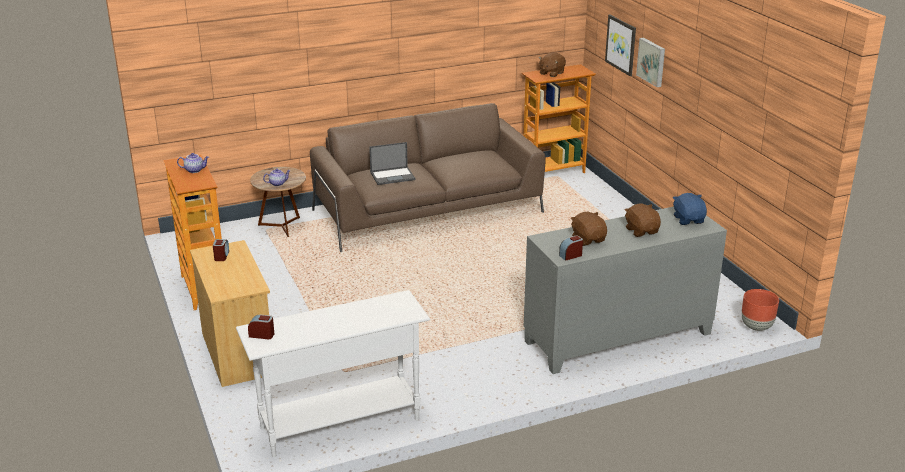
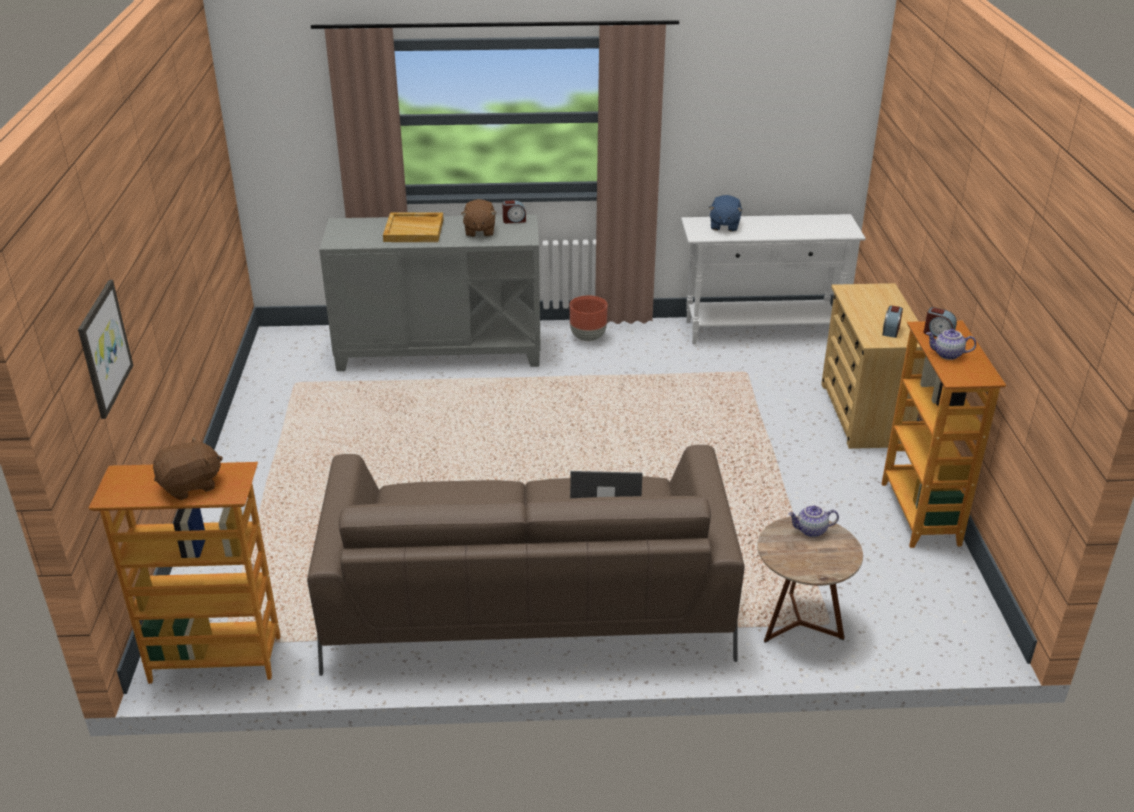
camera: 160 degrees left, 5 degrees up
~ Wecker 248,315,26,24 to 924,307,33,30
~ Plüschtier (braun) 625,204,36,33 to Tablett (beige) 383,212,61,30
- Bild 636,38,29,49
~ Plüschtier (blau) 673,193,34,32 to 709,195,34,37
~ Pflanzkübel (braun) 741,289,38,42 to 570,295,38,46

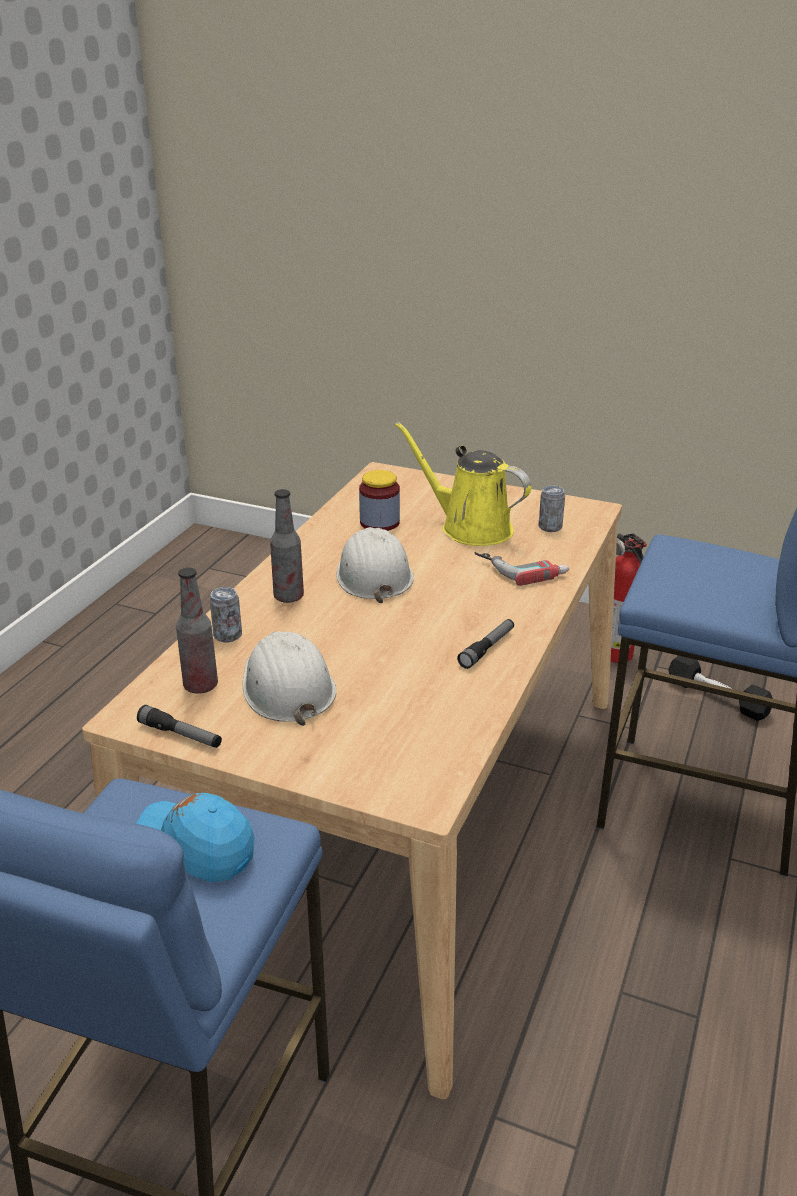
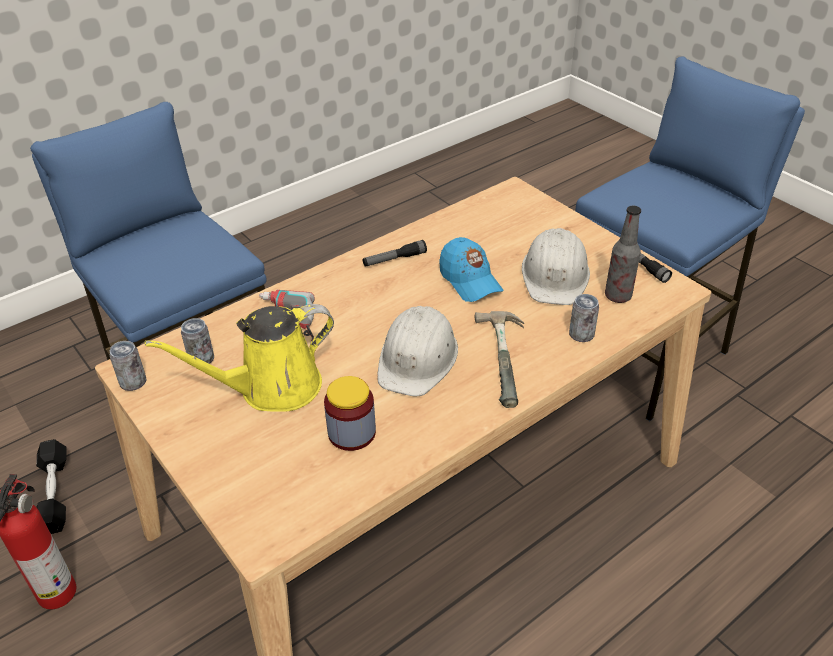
camera: 150 degrees left, 10 degrees up
~ Kappe (blau) 136,793,119,89 to 439,237,64,65
~ Flasche 270,489,34,114 to Hammer 475,311,49,97
~ Gießkanne (gelb) 395,422,136,124 = 145,304,189,108 90 degrees clockwise
+ Dose 110,341,37,50

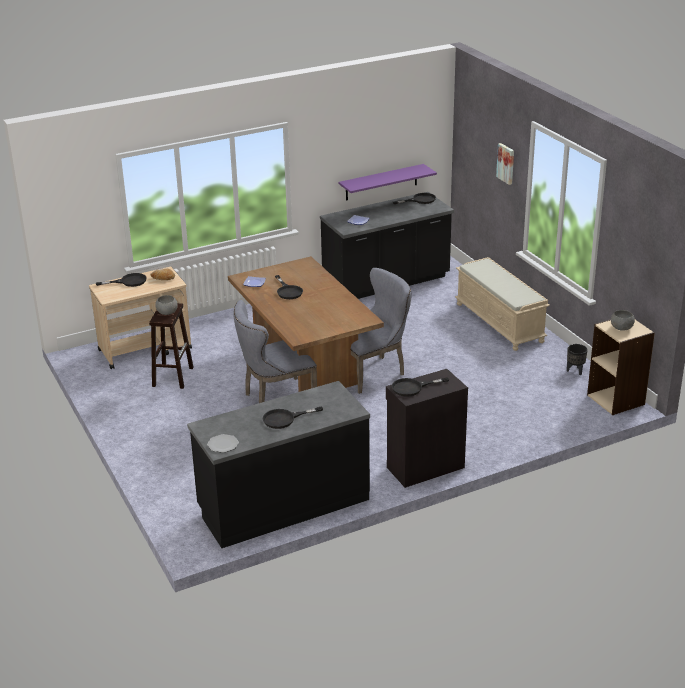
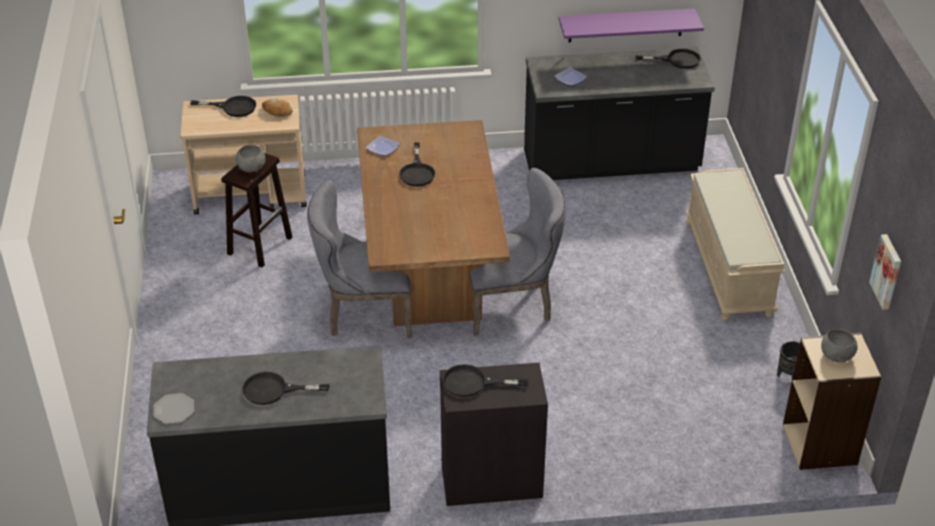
camera: 20 degrees right, 10 degrees up
~ Bild 496,143,18,42 to 869,234,32,76

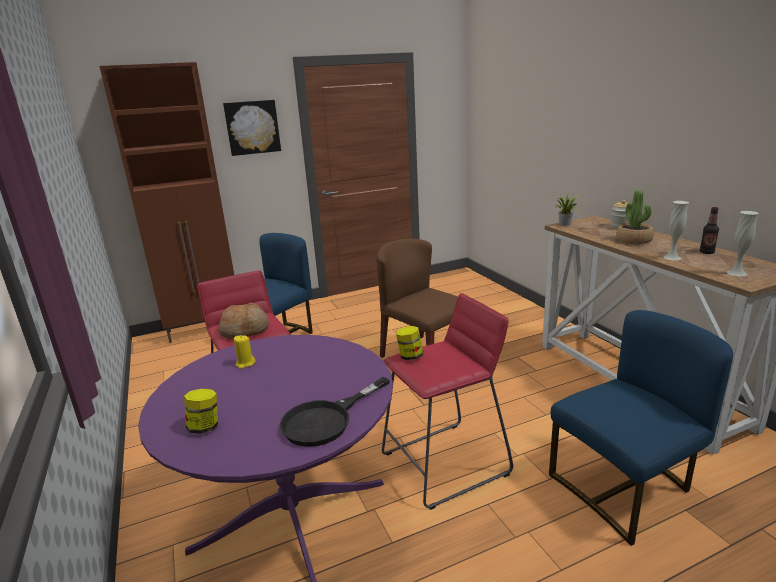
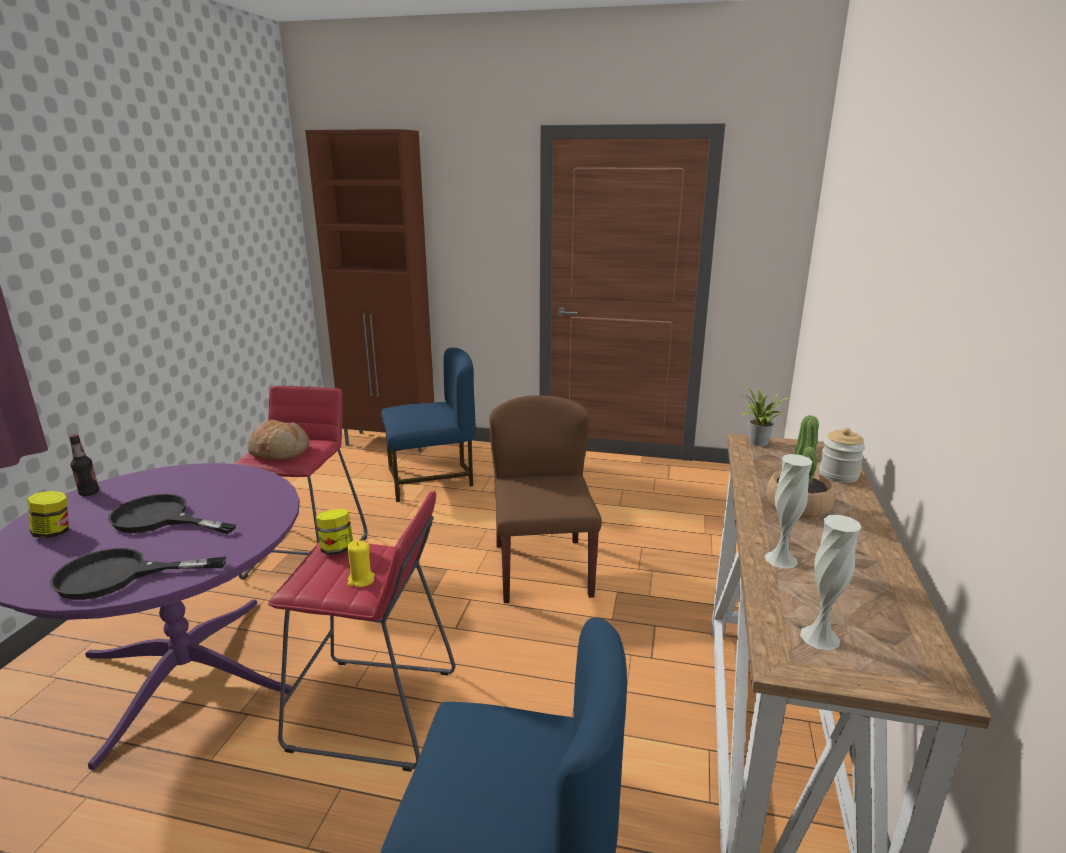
camera: 35 degrees right, 0 degrees up
- Bild 223,100,58,56
~ Kerze (gelb) 234,335,22,34 to 347,541,28,46
~ Flasche 700,207,19,47 to 69,434,30,62
+ Pfanne (schwarz) 108,494,128,40

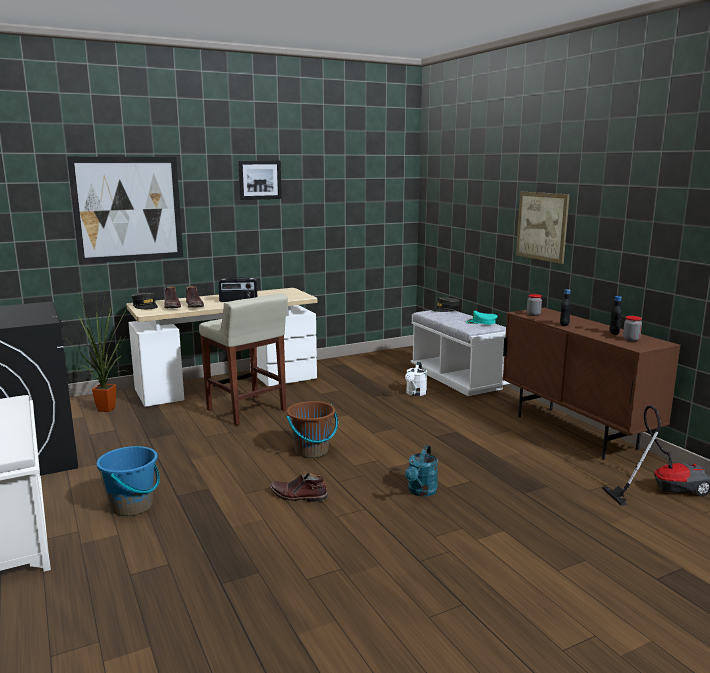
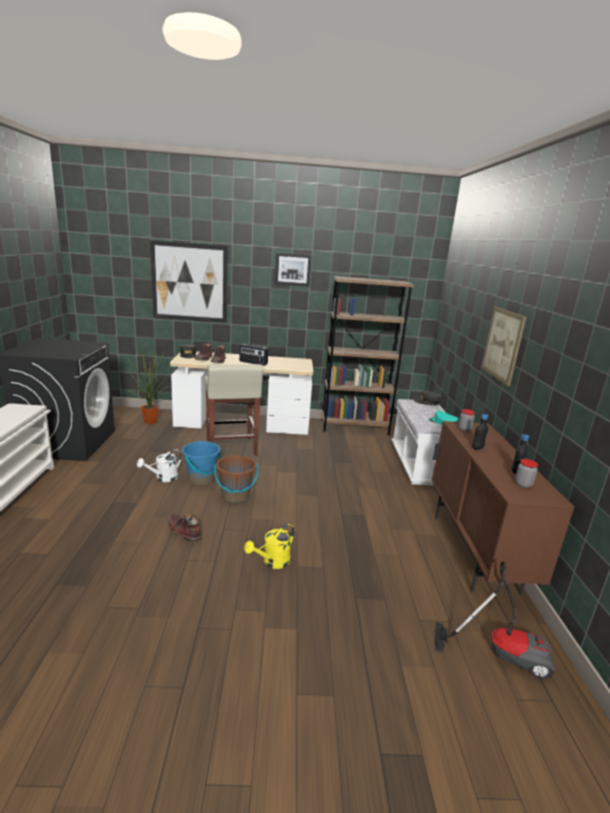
camera: 25 degrees right, 5 degrees up
~ Eimer (blau) 96,446,64,70 to 182,441,39,45
~ Gießkanne (weiß) 405,362,22,34 to 137,449,45,33
~ Gießkanne (türkis) 405,445,33,52 to Gießkanne (gelb) 244,524,51,45
+ Bücherregal (braun) 321,276,93,159

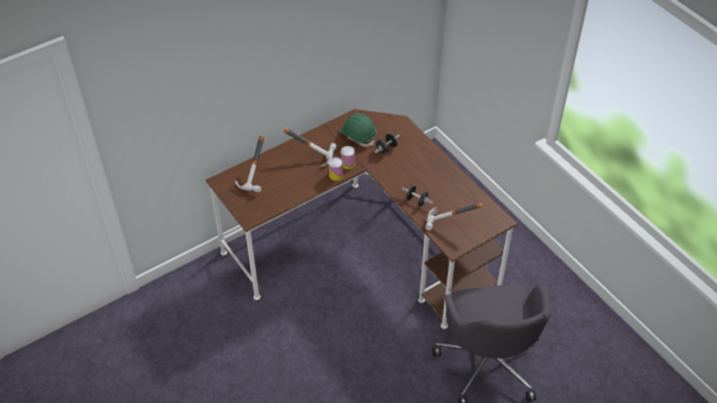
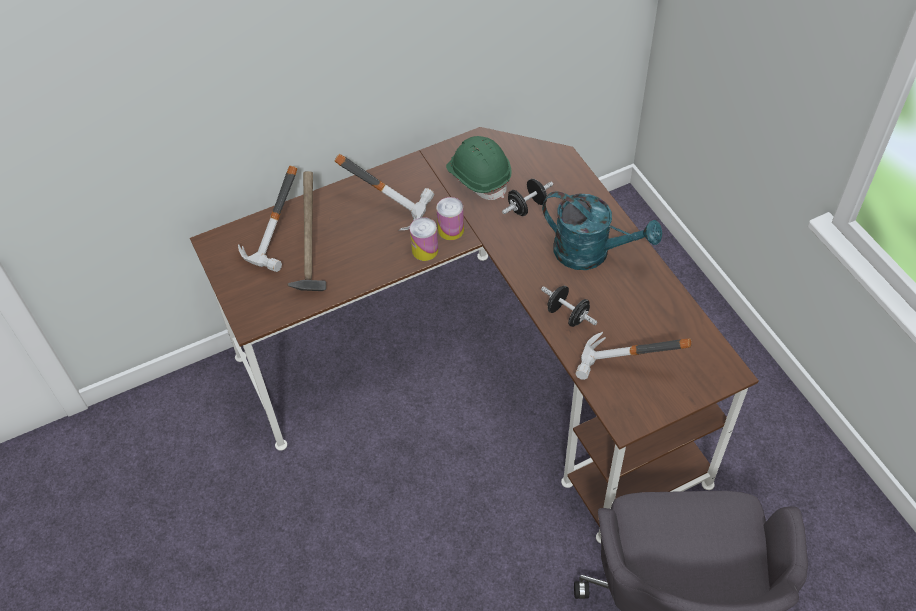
camera: 10 degrees right, 5 degrees up
+ Hammer 288,171,38,120
+ Gießkanne (türkis) 542,191,120,79

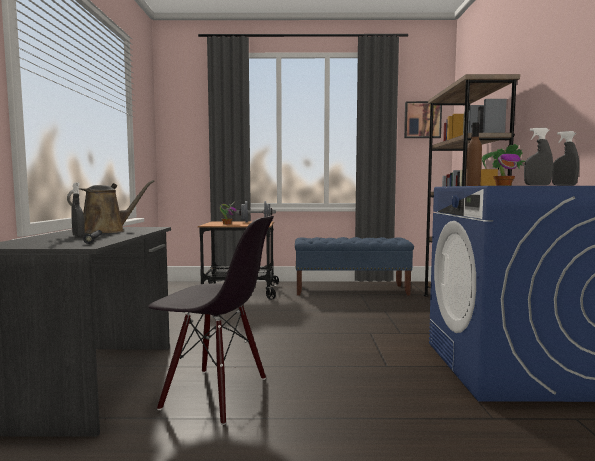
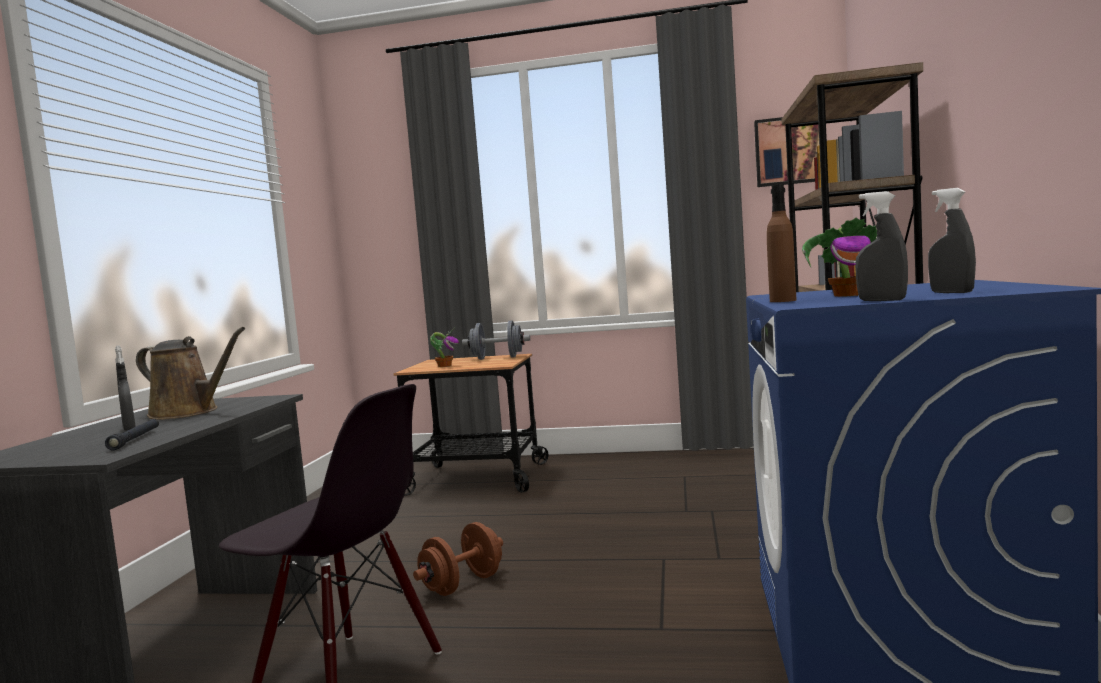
camera: 10 degrees right, 0 degrees up
~ Gießkanne (braun) 67,180,88,53 = 136,327,109,93 60 degrees clockwise
- Bank (blau) 295,237,119,59
+ Hantel (braun) 413,522,90,74

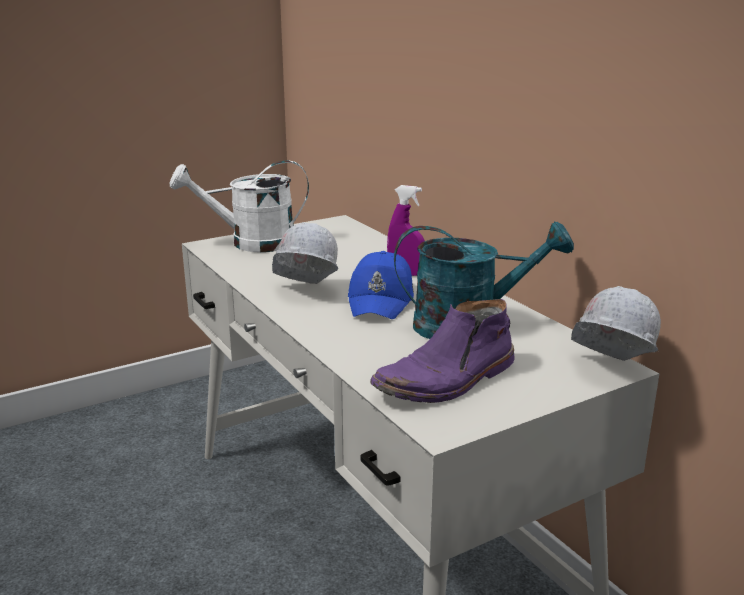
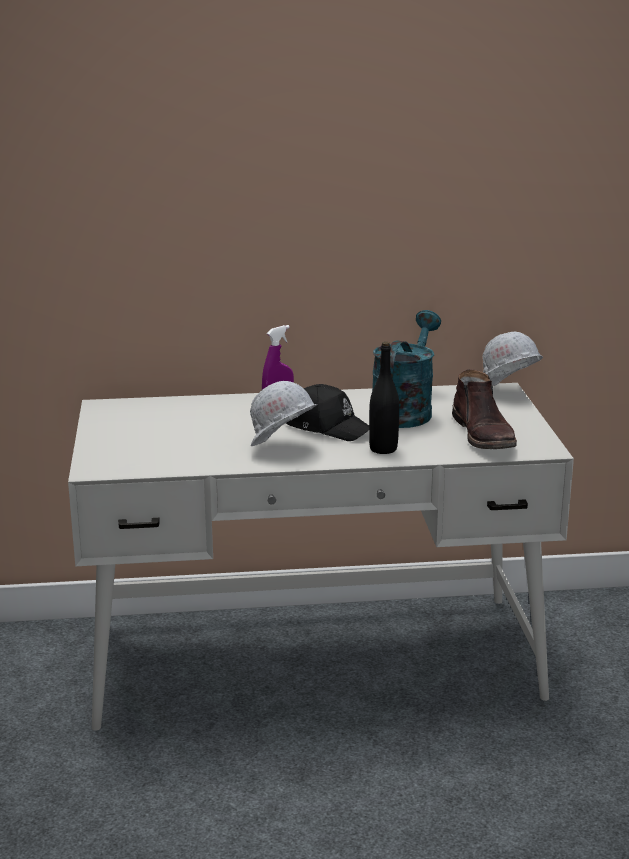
camera: 65 degrees left, 0 degrees up
- Gießkanne (weiß) 170,160,139,92
~ Kappe (blau) 348,251,66,68 to Kappe (schwarz) 286,384,83,57
~ Stiefel (lila) 370,299,145,104 to Stiefel (braun) 452,369,65,80
+ Flasche (schwarz) 369,342,30,112

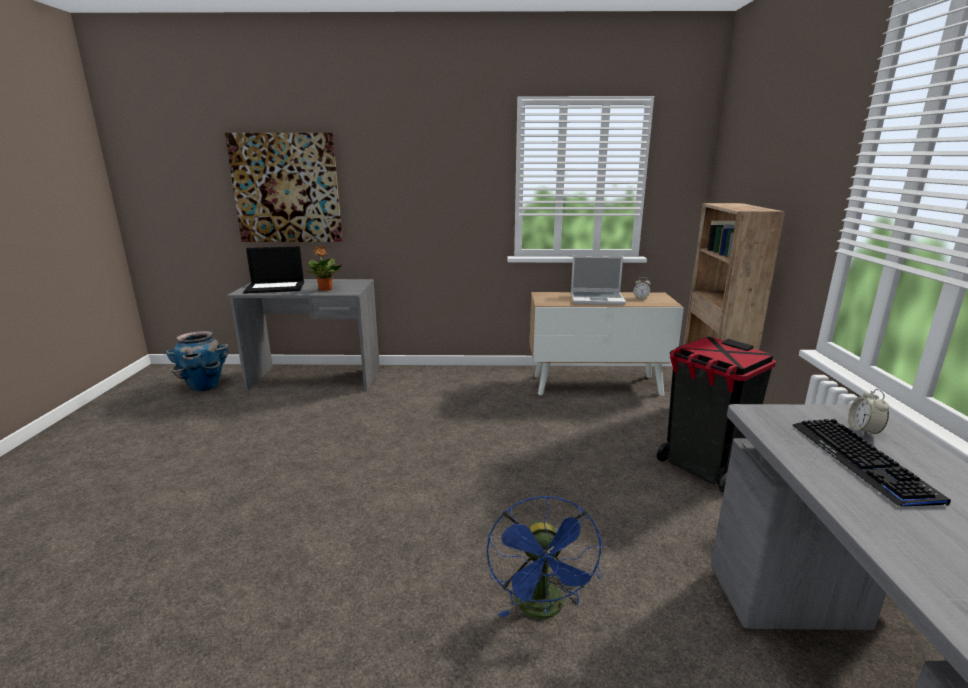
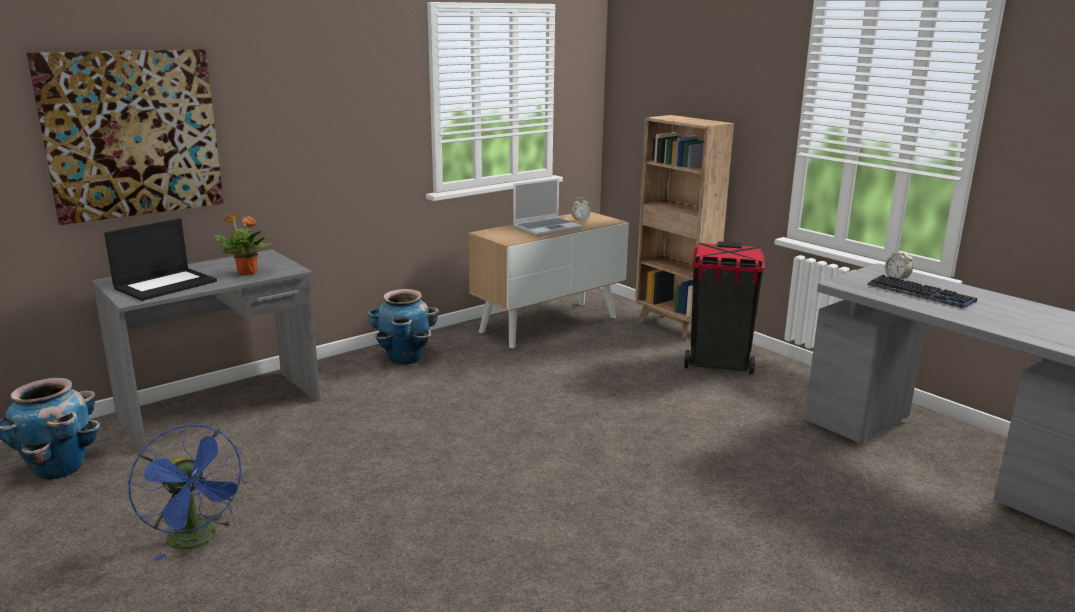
camera: 40 degrees left, 0 degrees up
~ Ventilator (blau) 486,496,117,123 to 128,424,119,137
+ Pflanzkübel 368,289,71,75

